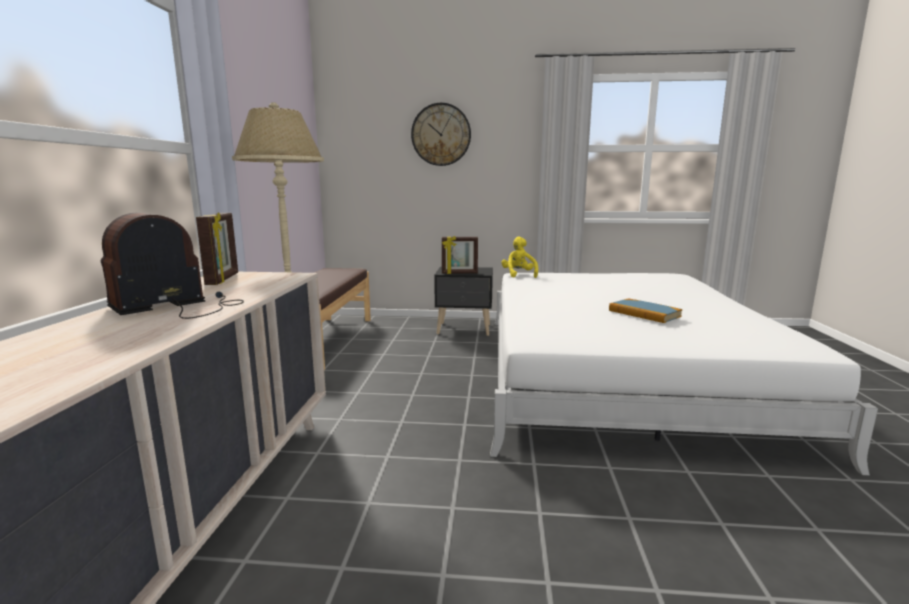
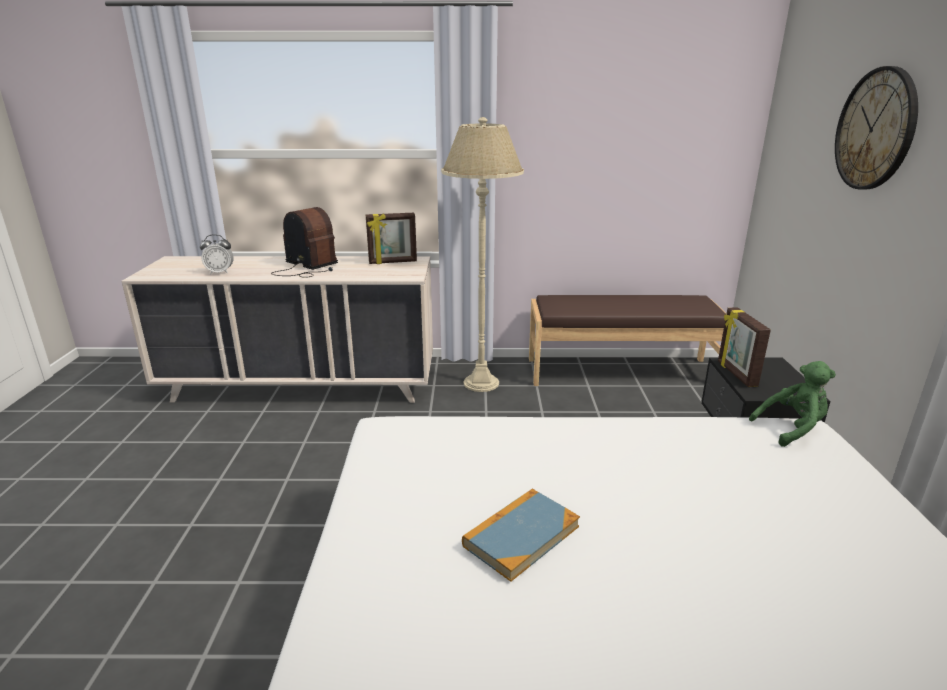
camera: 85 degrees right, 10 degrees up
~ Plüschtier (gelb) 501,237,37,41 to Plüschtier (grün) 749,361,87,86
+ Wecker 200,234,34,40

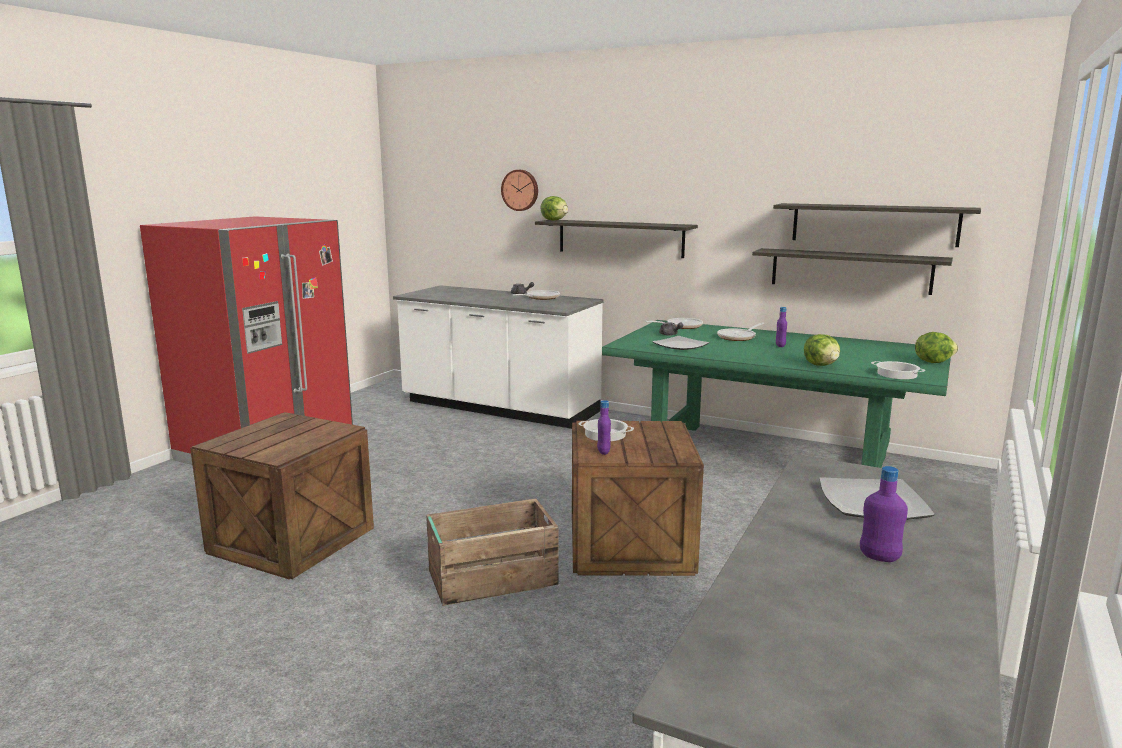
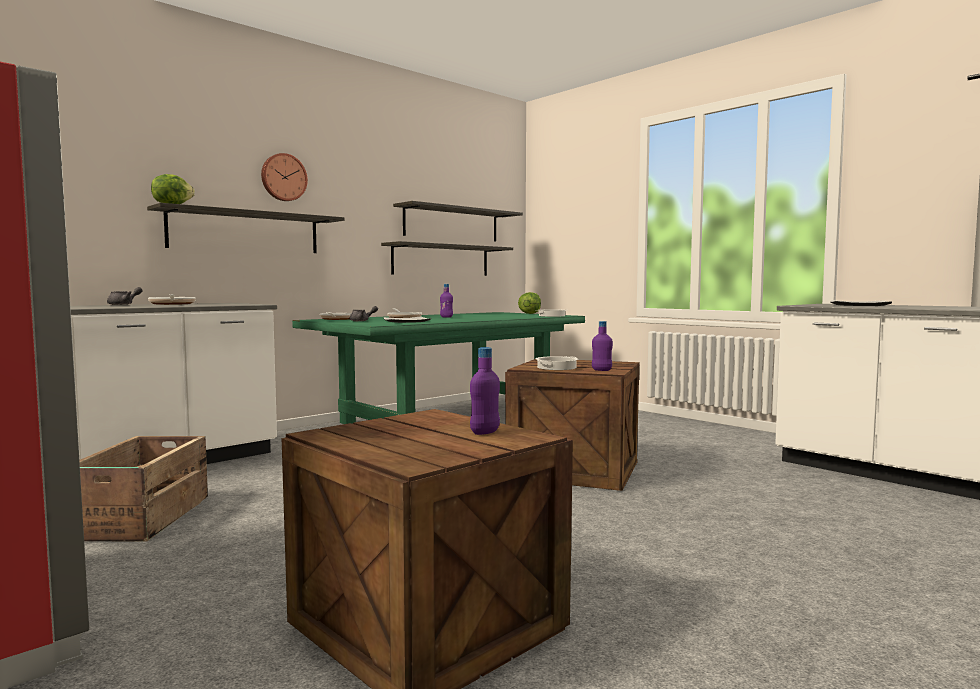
camera: 70 degrees left, 10 degrees down
~ Kiste 426,499,133,107 to 79,436,129,105
~ Wanduhr 501,170,37,41 to 261,153,47,48
- Salatkopf 804,334,36,32
~ Flasche (lila) 860,466,48,96 to 470,347,30,88

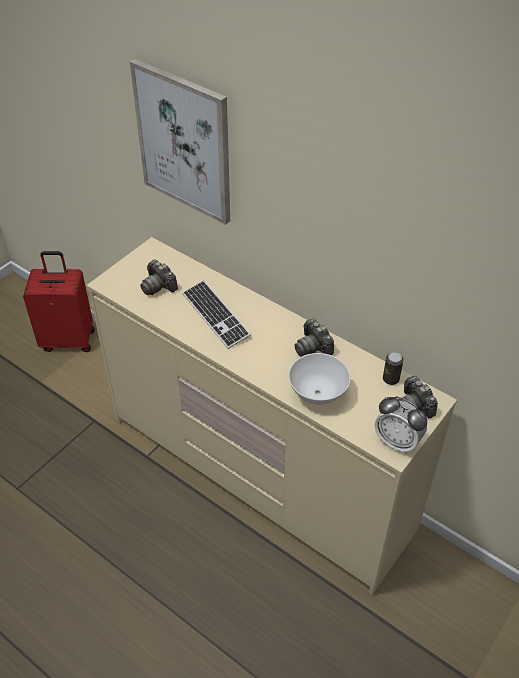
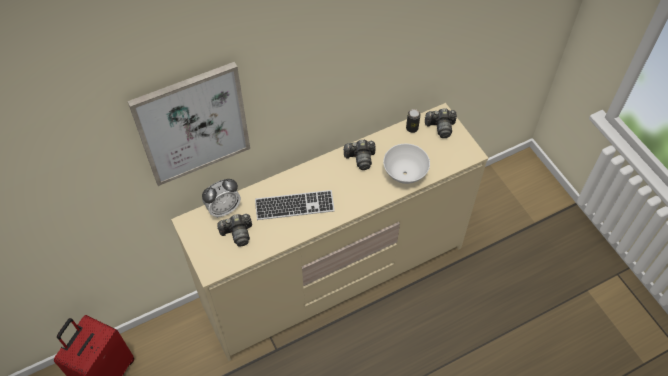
camera: 65 degrees left, 10 degrees up
~ Wecker 375,397,52,57 to 202,179,39,39

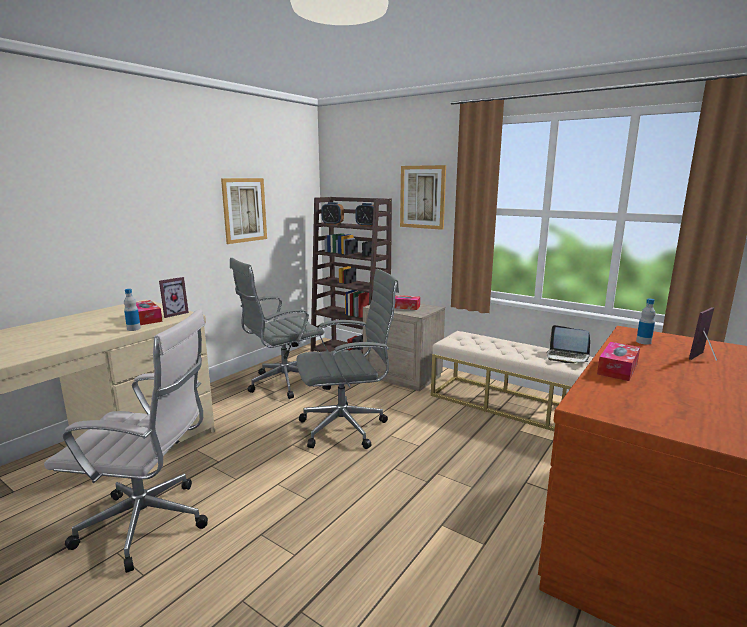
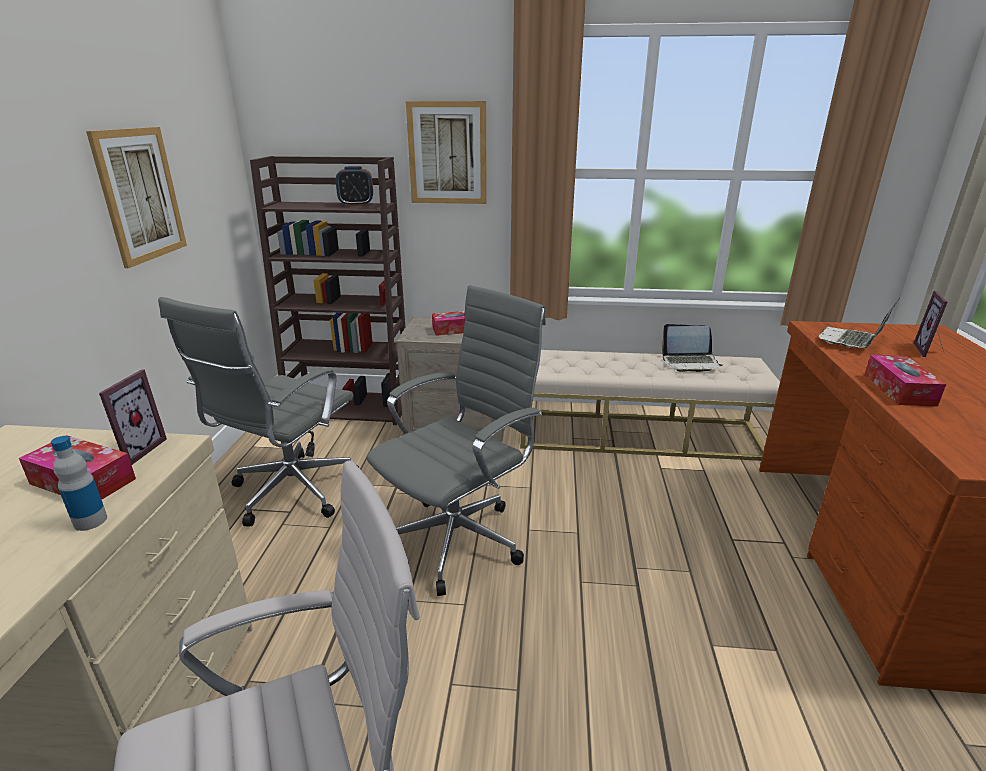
camera: 30 degrees left, 10 degrees up
- Wecker 321,202,23,23
~ Flasche 636,299,20,46 to Laptop 817,298,83,50

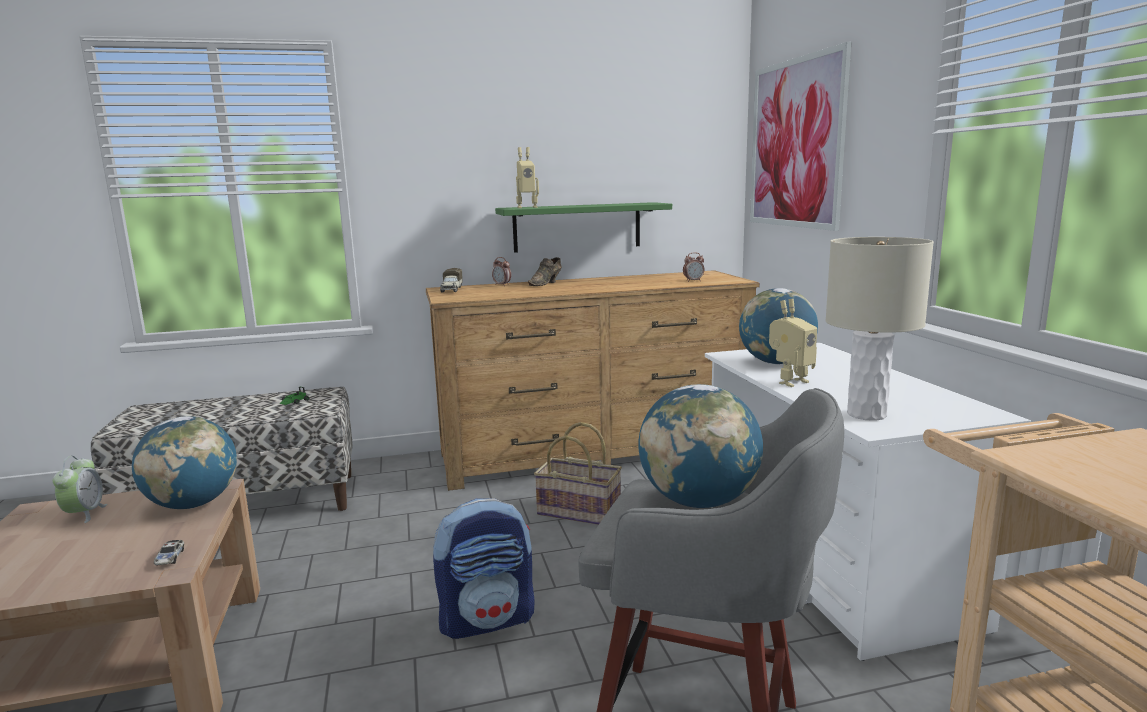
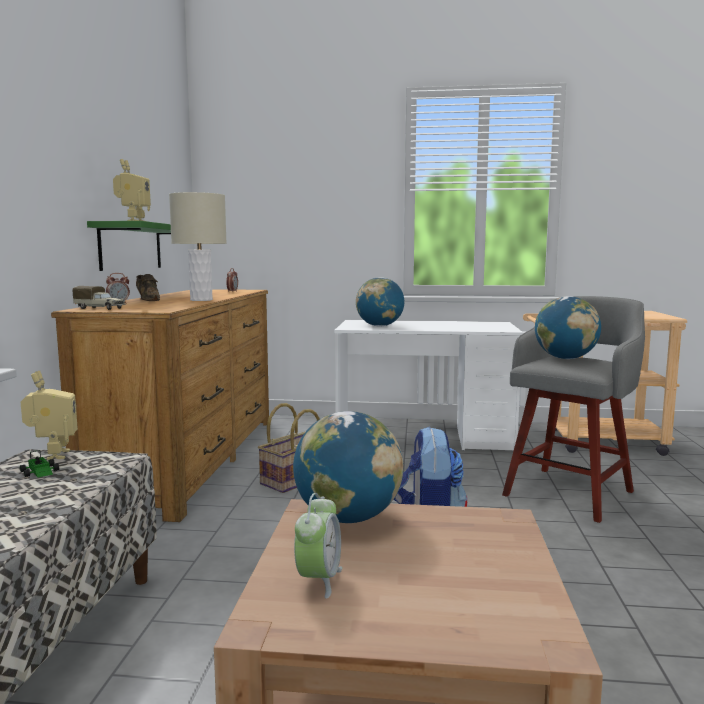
camera: 70 degrees left, 5 degrees down
~ Wecker 53,456,55,67 = 294,493,49,106 90 degrees clockwise
- Spielzeugauto 154,540,30,26
- Bild 750,42,101,189
~ Spielzeugroboter 769,299,48,88 to 21,371,57,89
~ Tischlampe (beige) 825,237,109,184 to 169,192,58,109

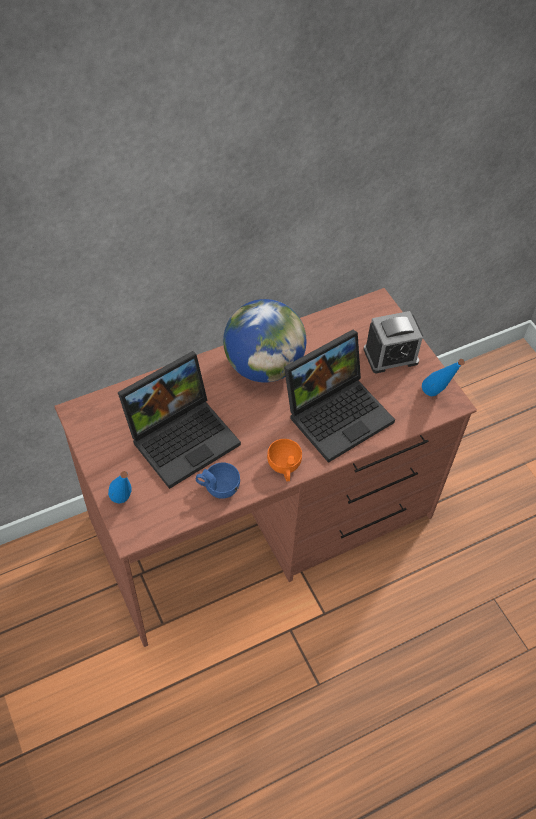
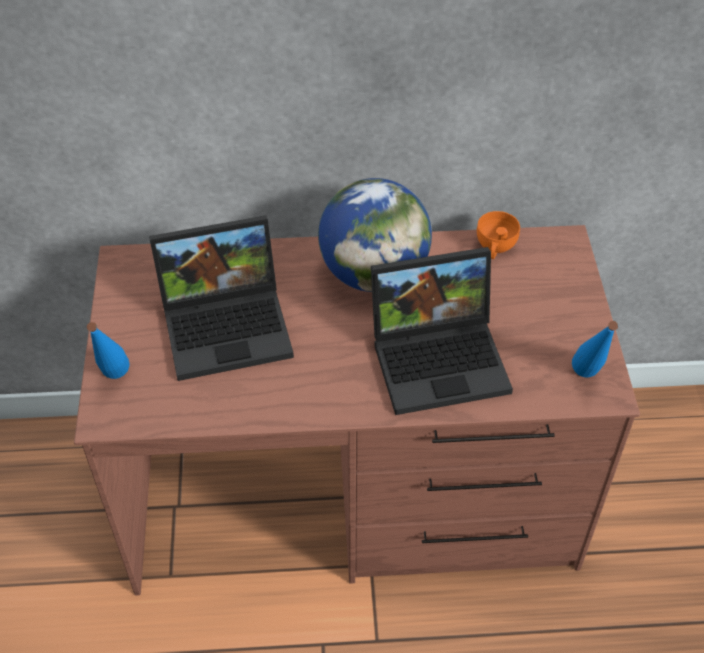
camera: 25 degrees right, 5 degrees down
- Tasse (blau) 196,462,44,37
~ Tasse (orange) 267,439,35,43 to 477,211,43,48
- Wecker 363,311,60,62

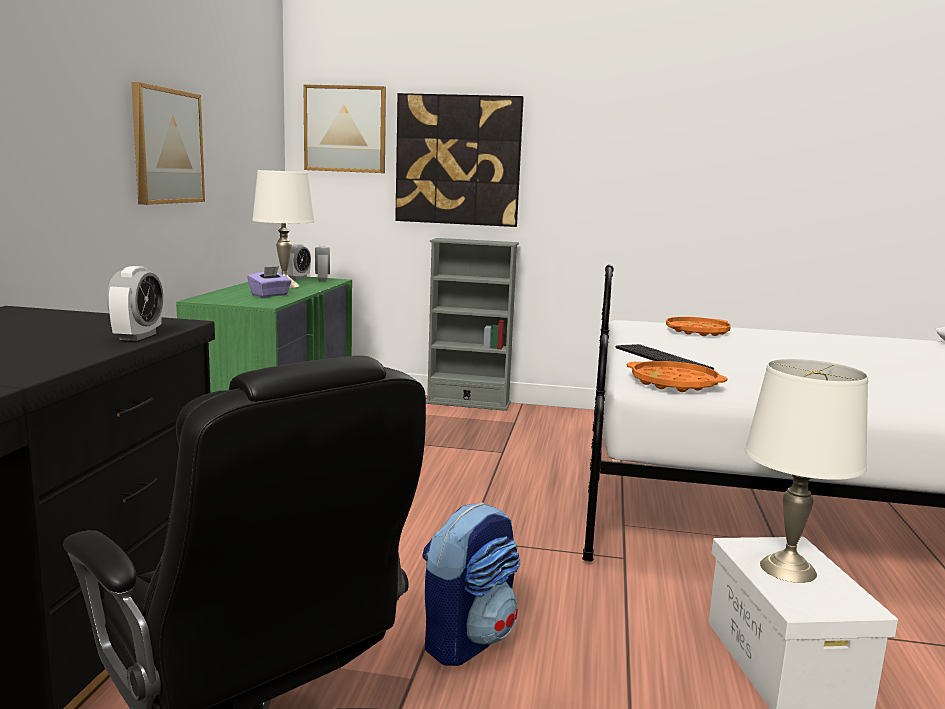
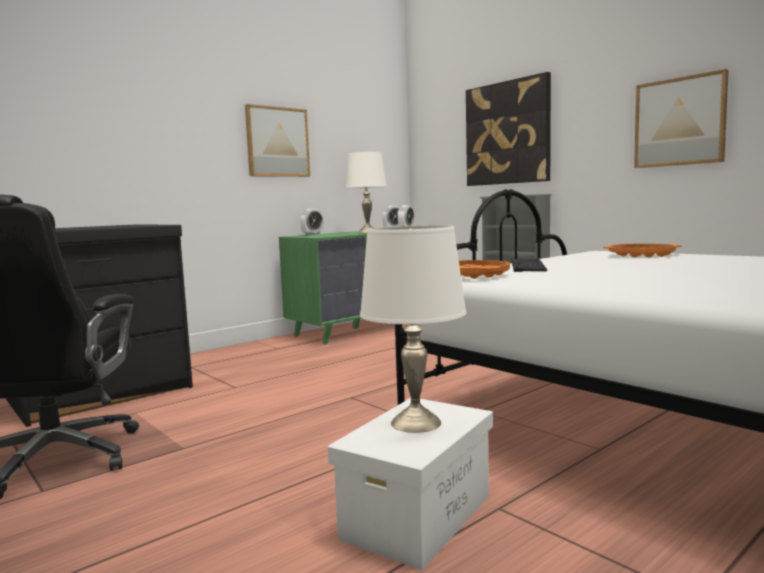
camera: 40 degrees right, 5 degrees down
~ Wecker 107,266,56,75 to 300,209,23,26
- Taschentuchbox (lila) 247,266,45,31
~ Bild 304,85,82,88 to 634,69,95,99
- Rucksack 422,502,98,164

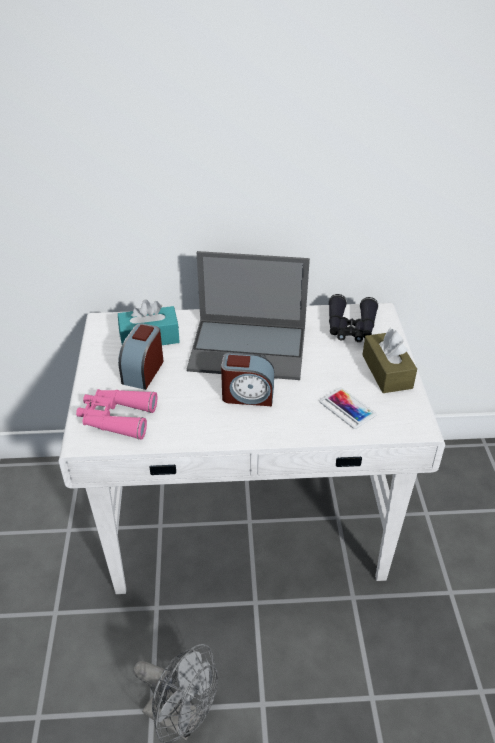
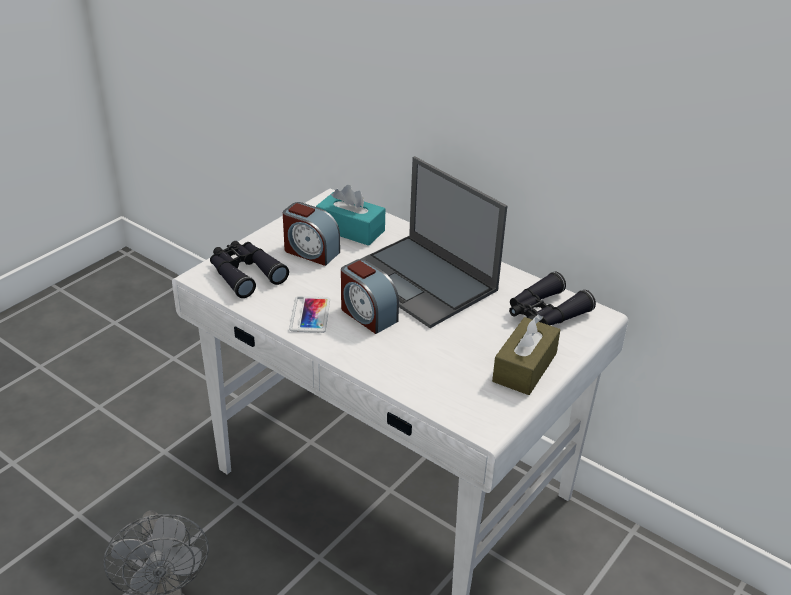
camera: 40 degrees right, 5 degrees down
~ Fernglas (rosa) 76,389,81,51 to Fernglas (schwarz) 210,241,79,57
~ Wecker 118,323,45,67 = 283,202,57,64 120 degrees counterclockwise
~ Handy 319,388,58,41 to 289,296,41,37

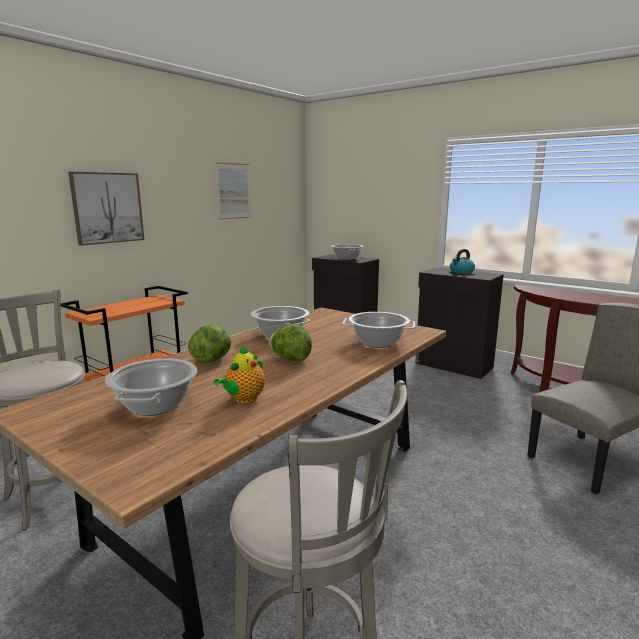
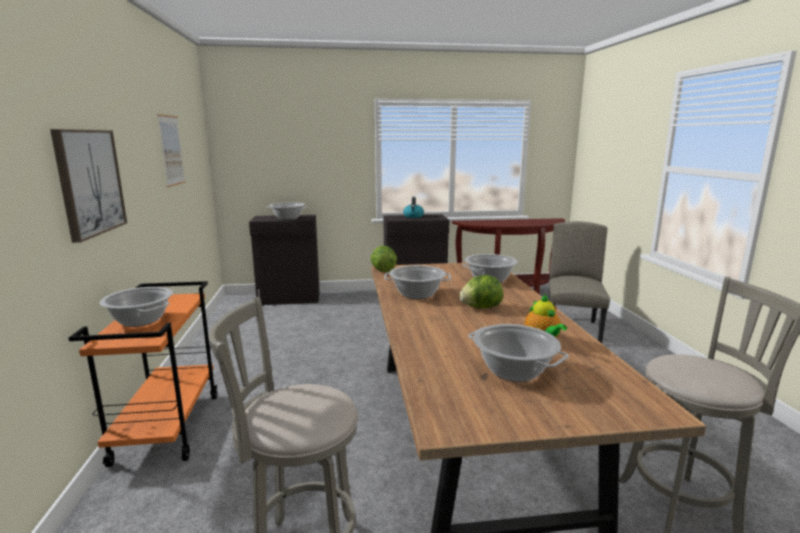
camera: 45 degrees left, 0 degrees up
~ Salatkopf 188,325,43,38 to 371,246,26,26
+ Kochtopf 100,287,73,40

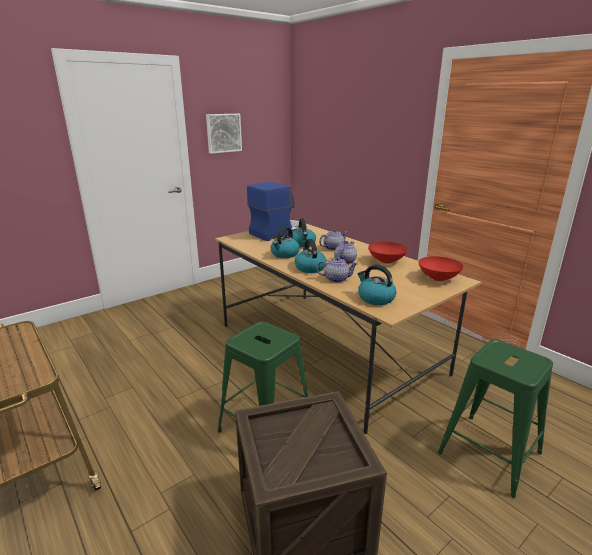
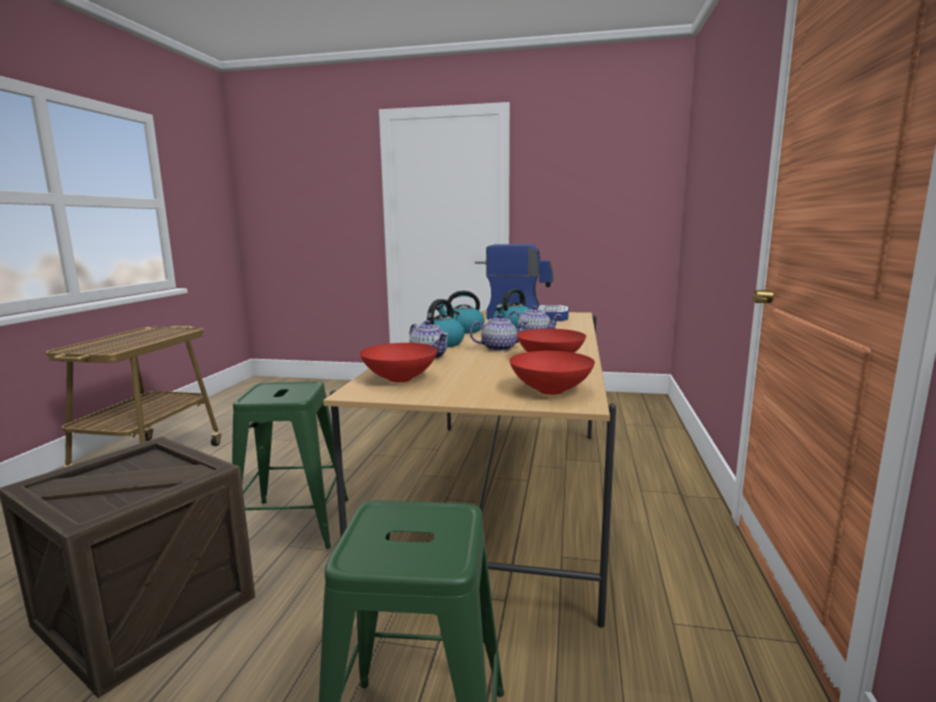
camera: 50 degrees right, 10 degrees down
- Bild 206,114,36,40
~ Wasserkessel 357,265,40,40 to Schüssel (rot) 360,343,78,39

